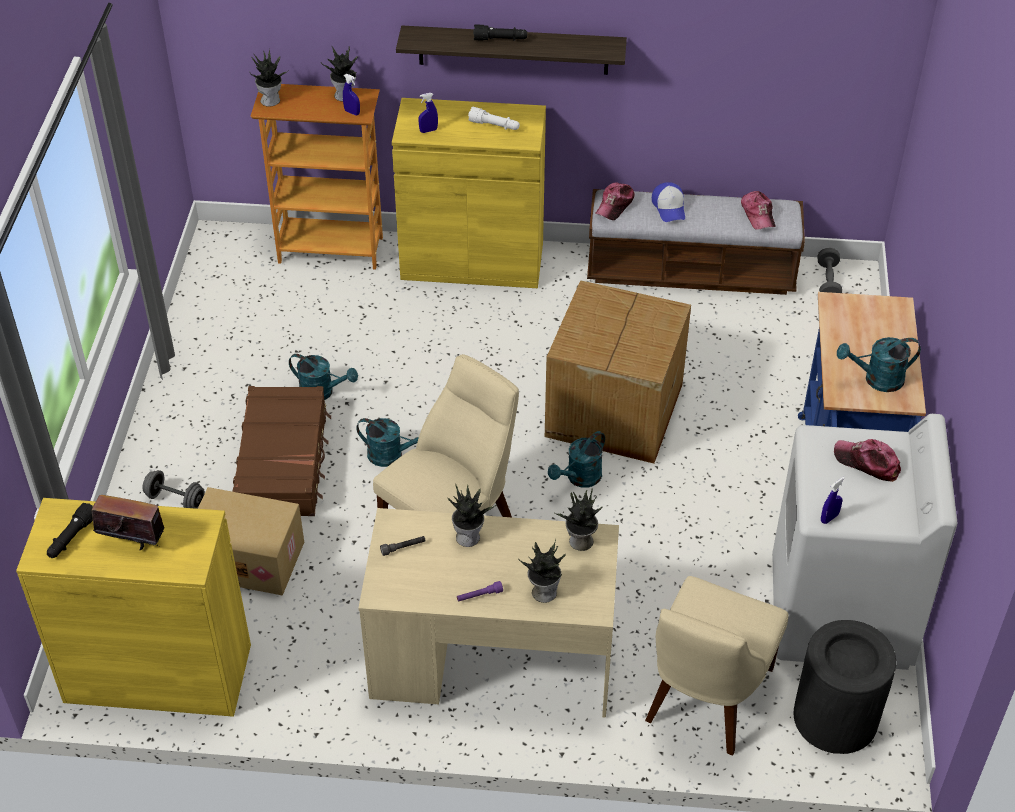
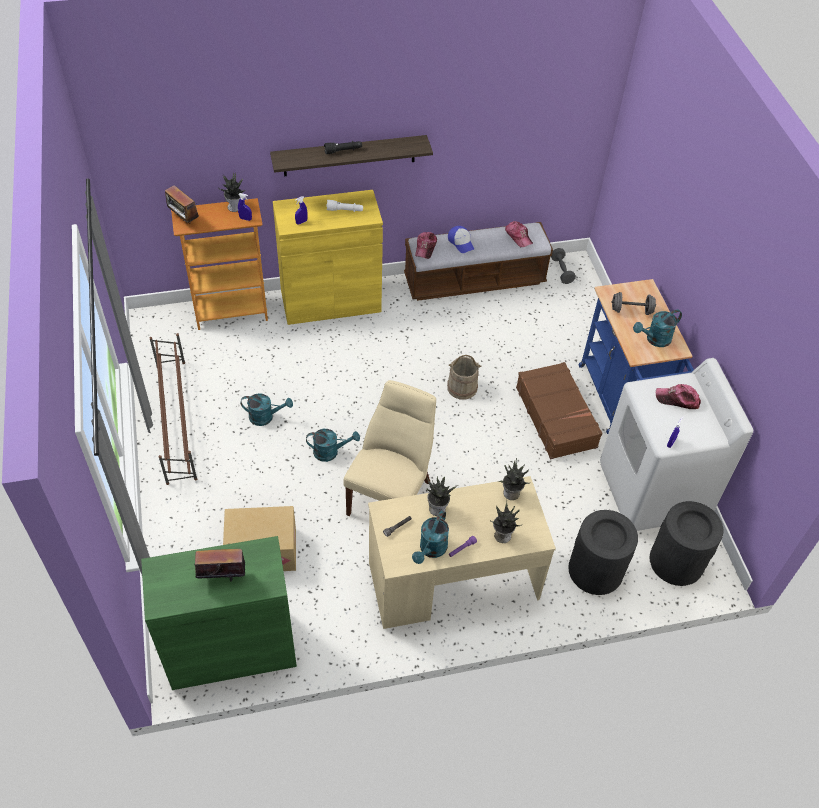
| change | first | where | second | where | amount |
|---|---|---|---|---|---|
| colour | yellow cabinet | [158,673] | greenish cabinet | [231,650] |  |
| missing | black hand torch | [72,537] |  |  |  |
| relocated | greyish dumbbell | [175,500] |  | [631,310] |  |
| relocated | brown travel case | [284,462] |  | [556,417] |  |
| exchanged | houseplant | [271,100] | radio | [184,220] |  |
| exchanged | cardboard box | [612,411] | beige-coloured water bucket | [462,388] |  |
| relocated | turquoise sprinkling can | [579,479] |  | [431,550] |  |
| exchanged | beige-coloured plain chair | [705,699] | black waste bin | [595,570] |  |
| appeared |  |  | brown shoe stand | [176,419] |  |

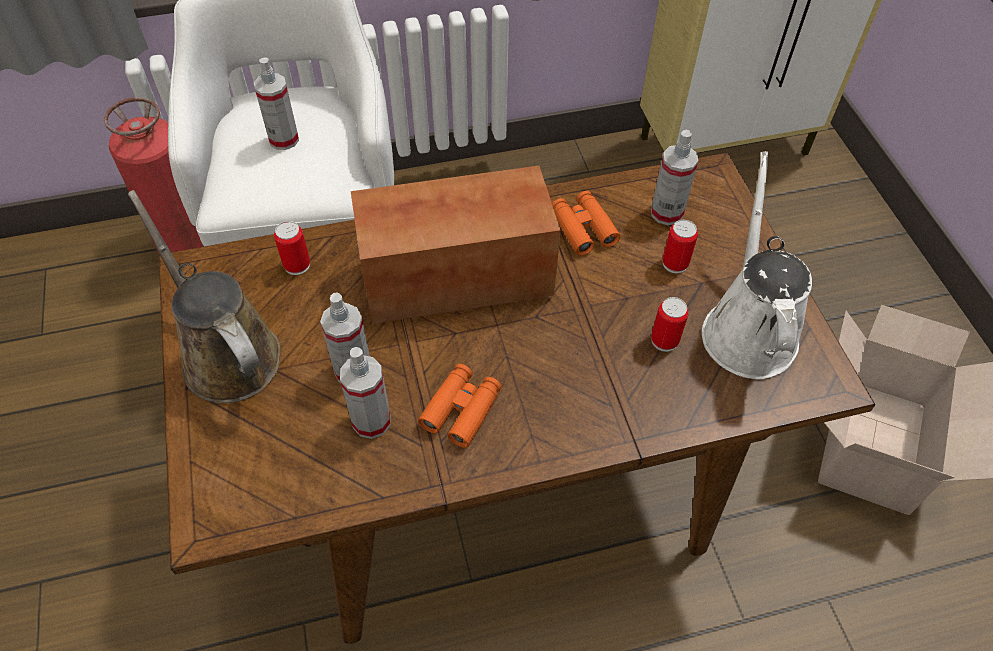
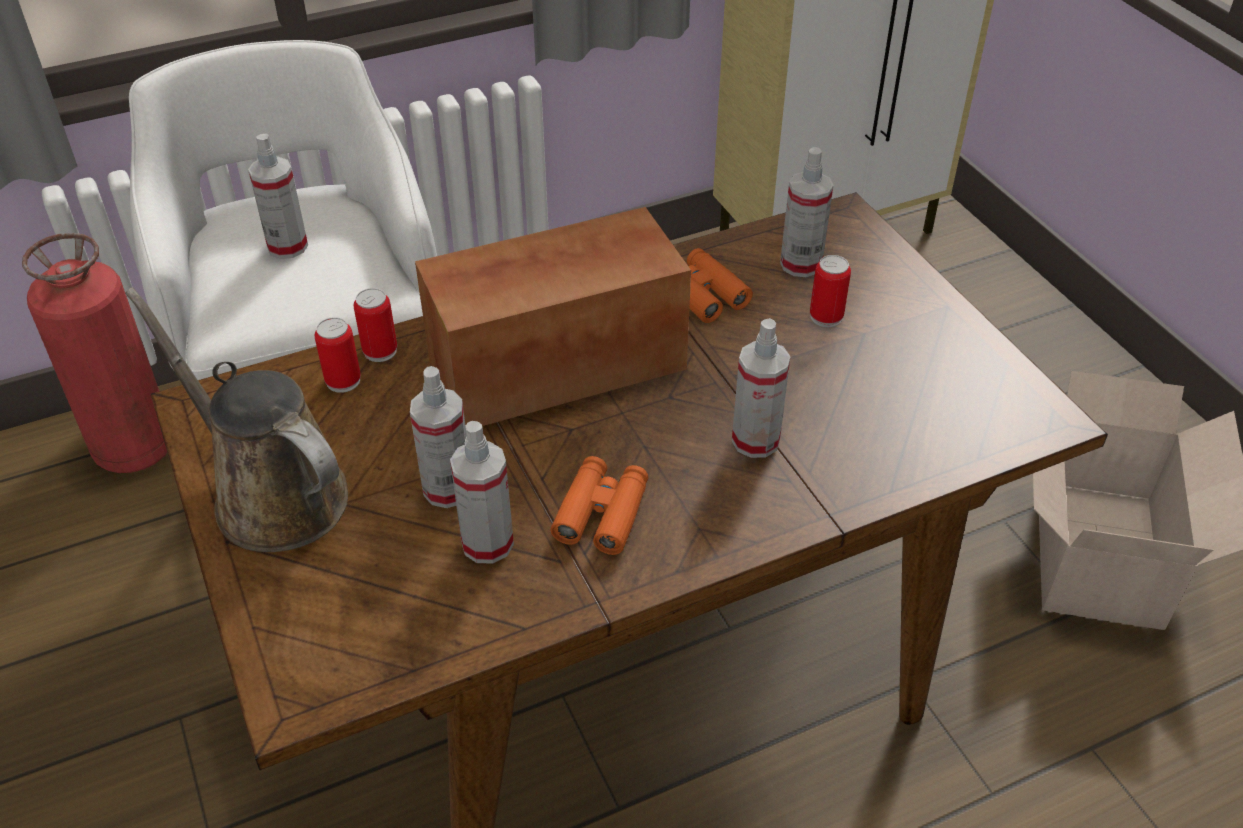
| change | first | where | second | where | amount |
|---|---|---|---|---|---|
| relocated | can | [664,340] |  | [380,351] |  |
| missing | whitish sprinkling can | [747,328] |  |  |  |
| appeared |  |  | hand sprayer | [755,440] |  |

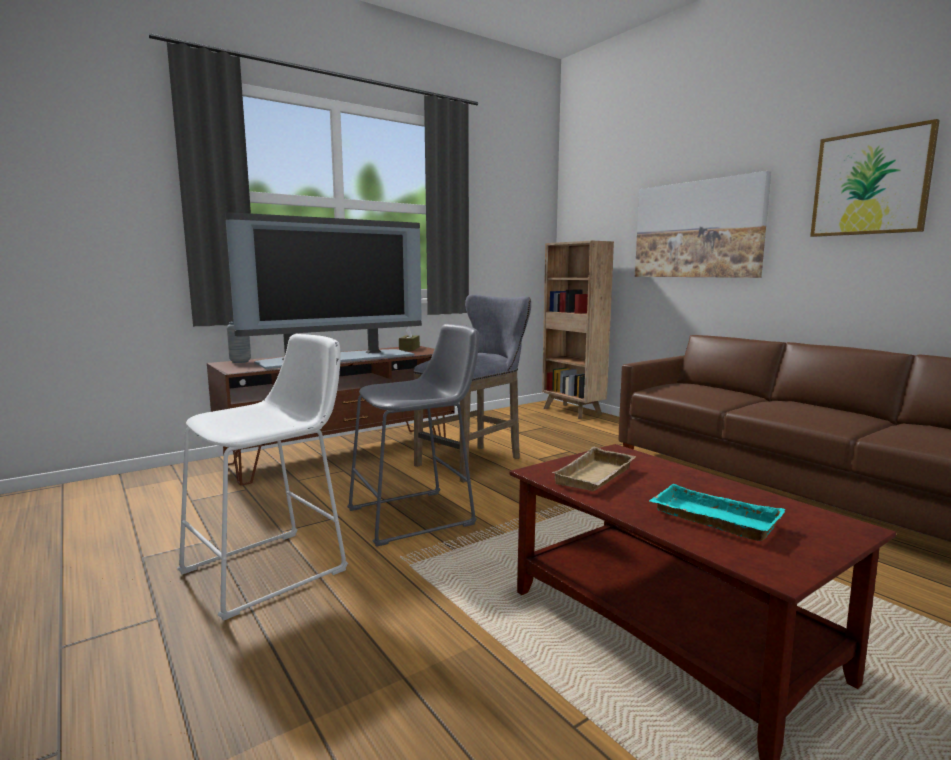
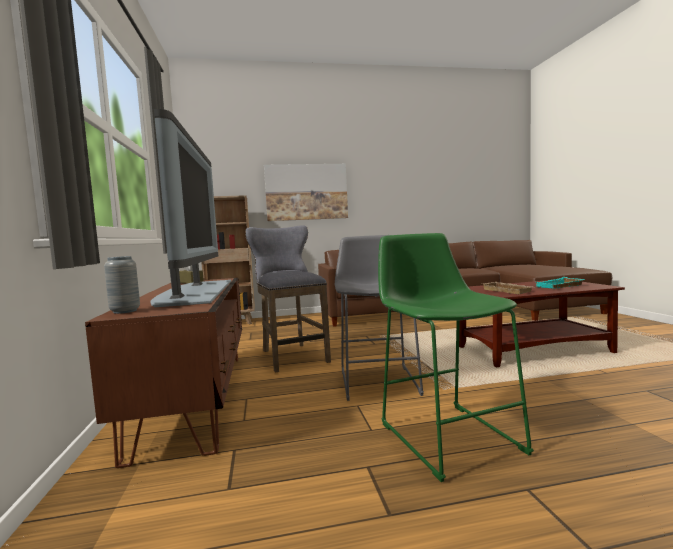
| change | first | where | second | where | amount |
|---|---|---|---|---|---|
| colour | whitish stool seat | [273,569] | greenish stool seat | [446,434] |  |
| missing | wall picture | [870,183] |  |  |  |

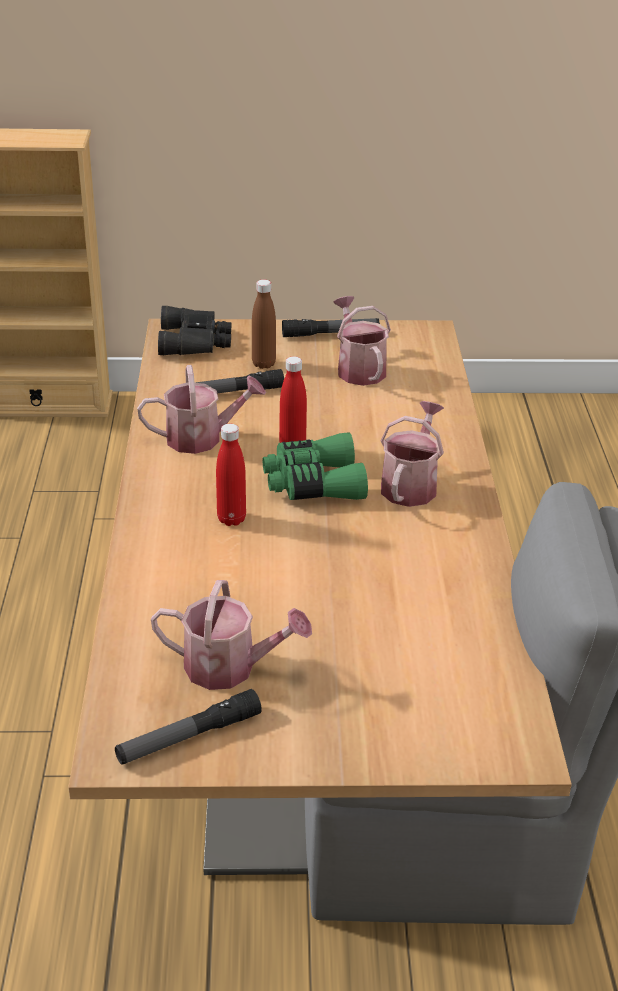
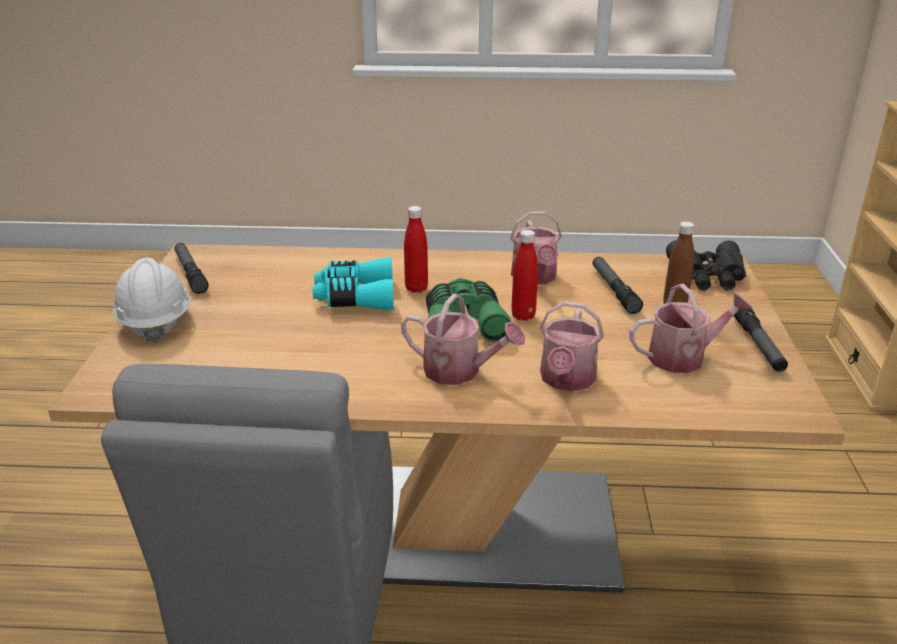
| change | first | where | second | where | amount |
|---|---|---|---|---|---|
| relocated | sprinkling can | [230,667] |  | [566,380] |  |
| appeared |  |  | whitish hard hat | [155,321] |  |
| appeared |  |  | turquoise binoculars | [355,297] |  |

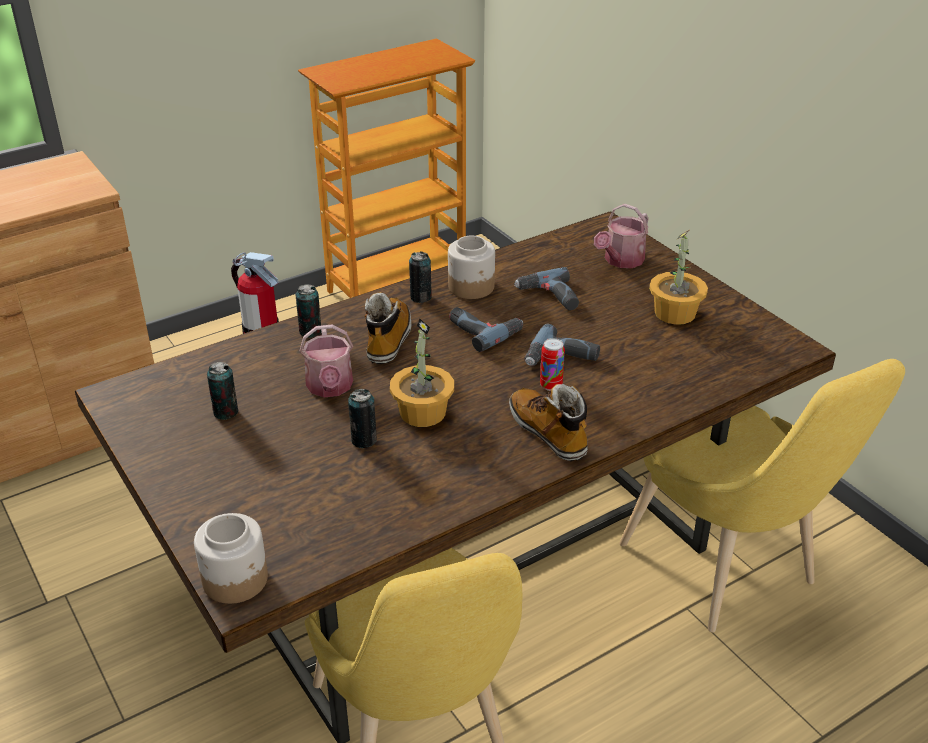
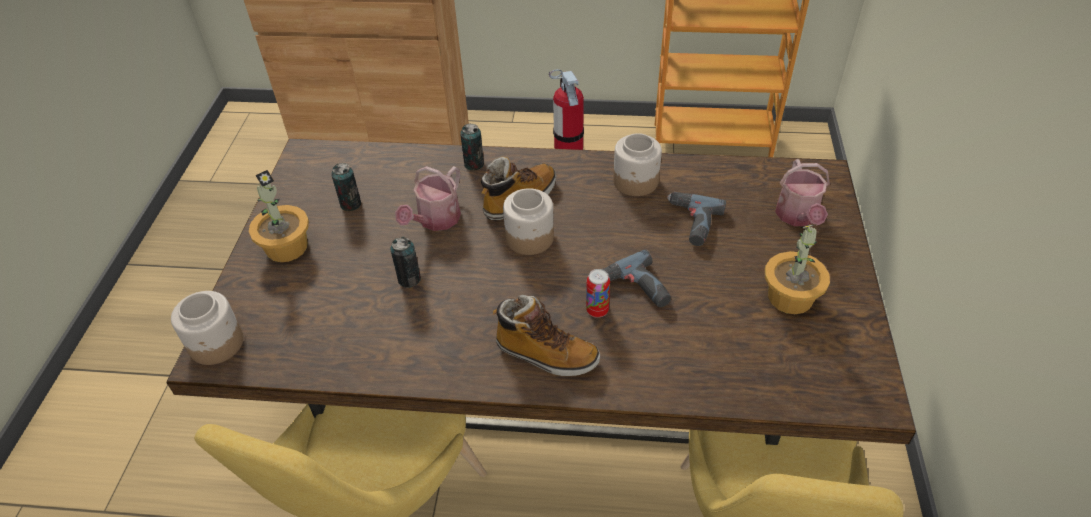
| change | first | where | second | where | amount |
|---|---|---|---|---|---|
| relocated | houseplant | [422,412] |  | [286,247] |  |
| missing | can | [421,297] |  |  |  |
| missing | power drill | [484,330] |  |  |  |
| spun | high-top boot | [548,433] |  | [546,354] | 105 degrees clockwise |
| spun | sprinkling can | [621,261] |  | [798,217] | 75 degrees counterclockwise |
| appeared |  |  | preserve jar | [529,238] |  |

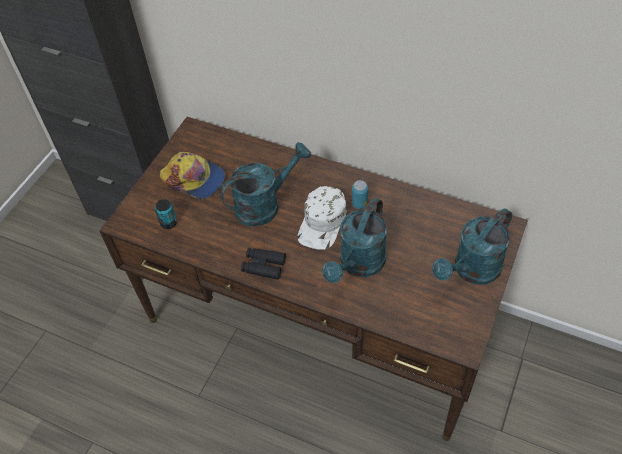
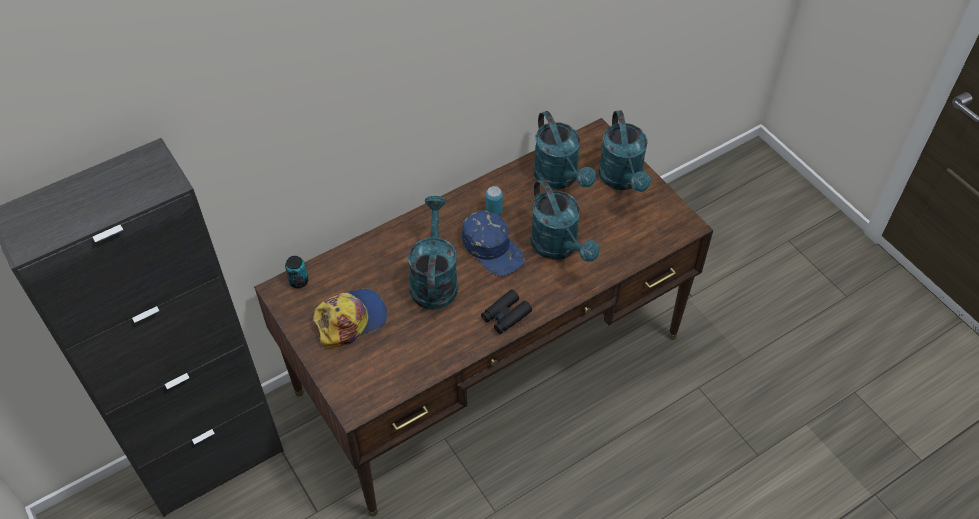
| change | first | where | second | where | amount |
|---|---|---|---|---|---|
| relocated | can | [168,223] |  | [299,281] |  |
| colour | whitish baseball cap | [323,223] | bluish baseball cap | [493,248] |  |
| appeared |  |  | turquoise sprinkling can | [560,178] |  |

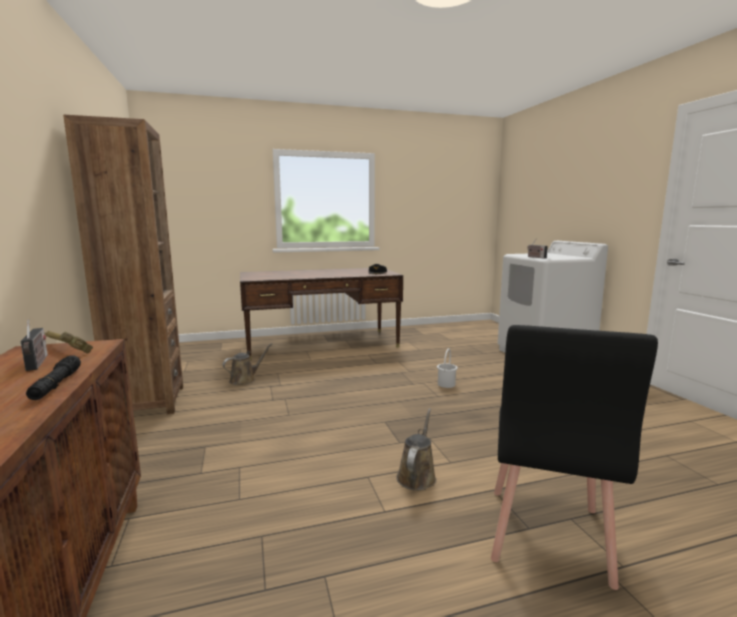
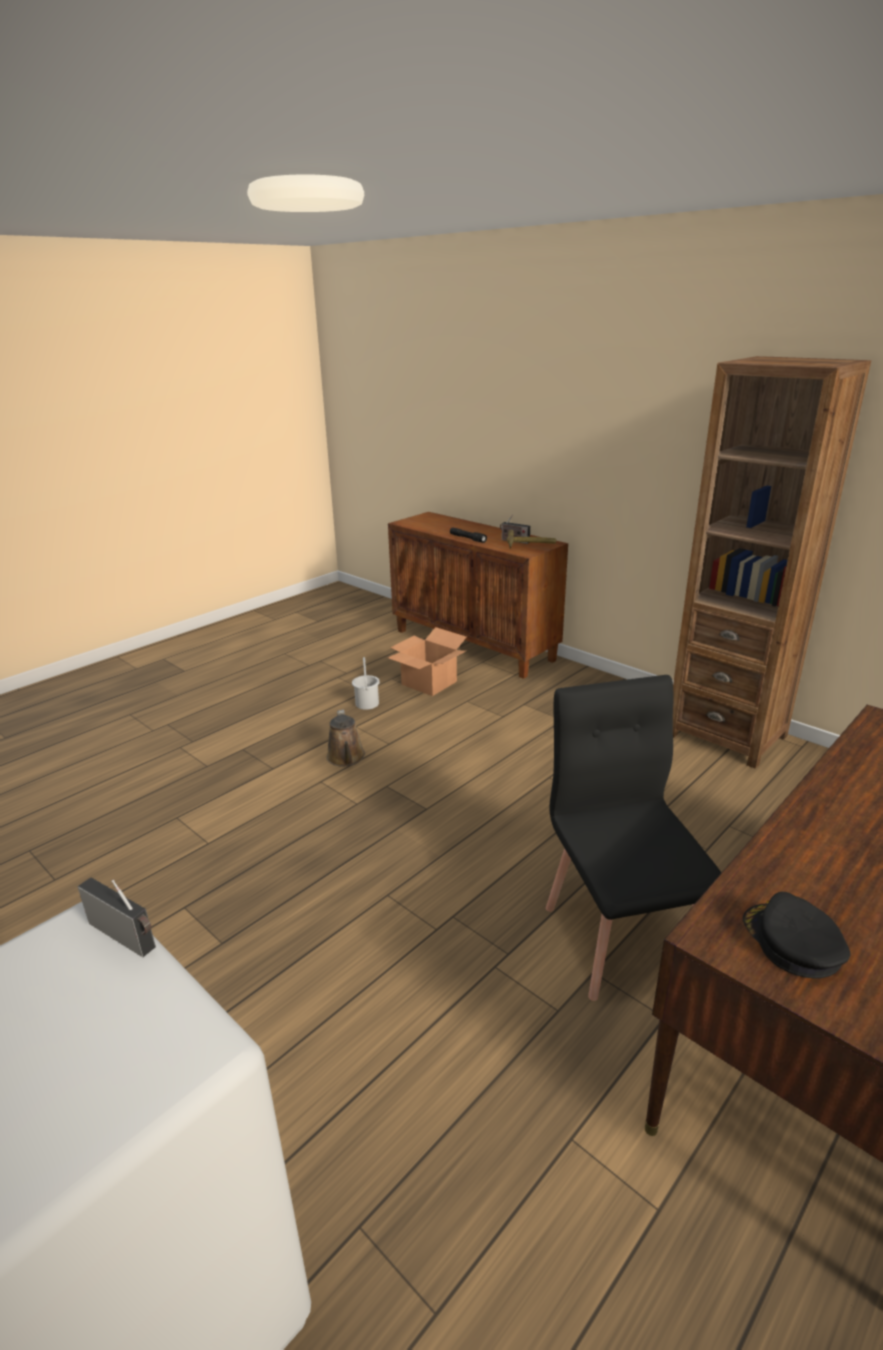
| change | first | where | second | where | amount |
|---|---|---|---|---|---|
| missing | brown sprinkling can | [245,379] |  |  |  |
| relocated | whitish water bucket | [446,384] |  | [366,704] |  |
| relocated | black plain chair | [545,534] |  | [622,938] |  |
| appeared |  |  | cardboard box | [430,683] |  |

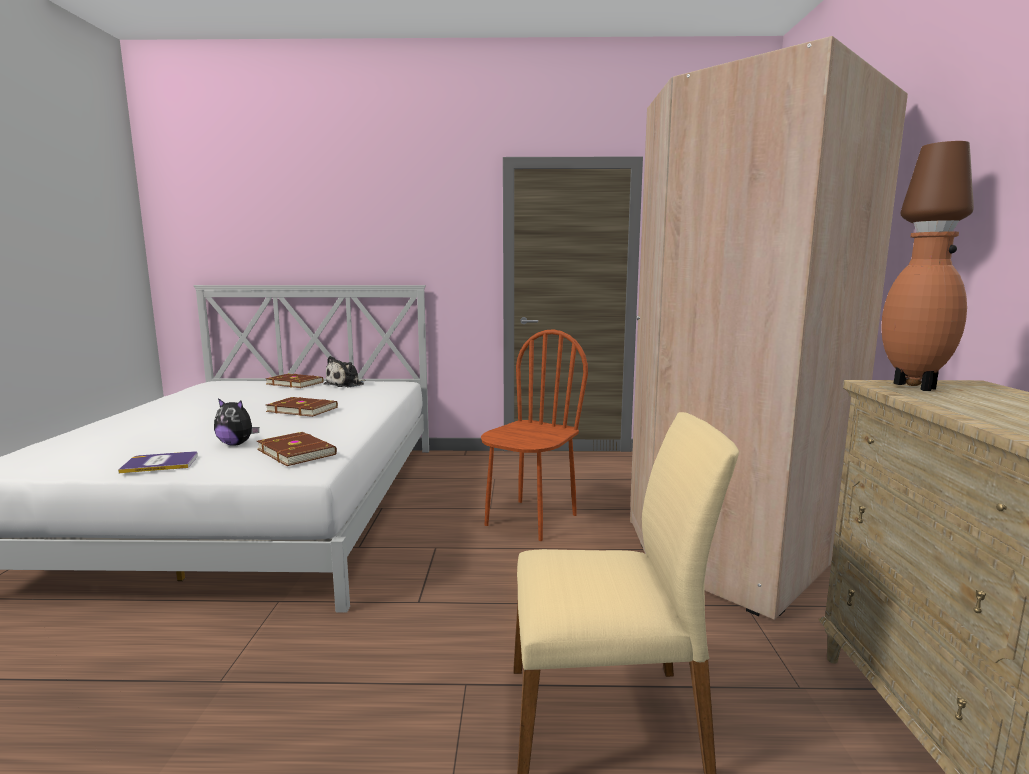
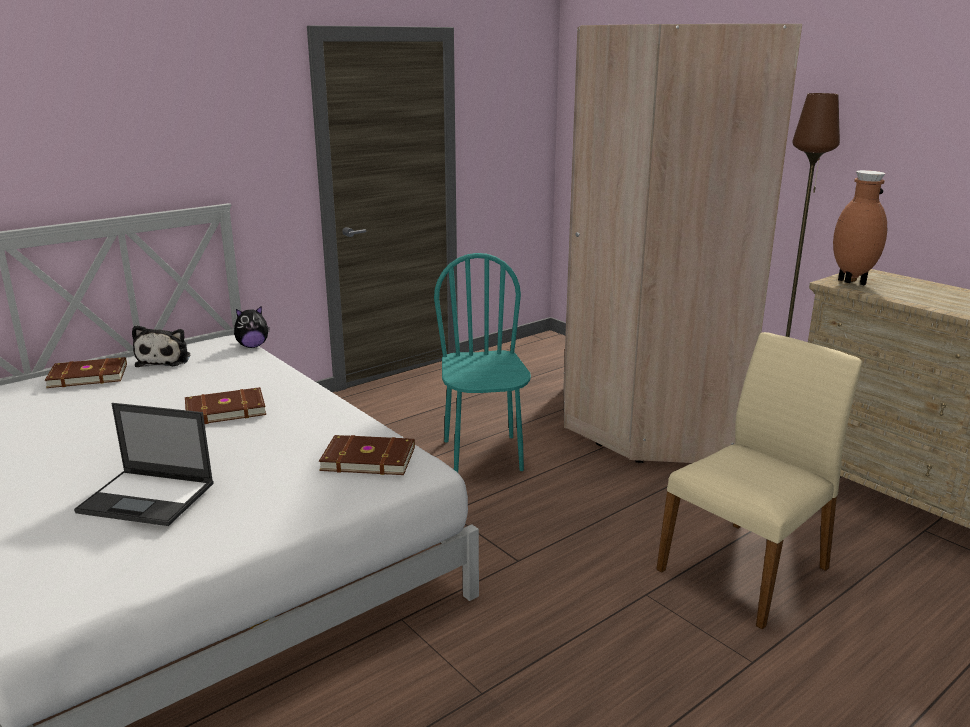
| change | first | where | second | where | amount |
|---|---|---|---|---|---|
| missing | bound book | [160,463] |  |  |  |
| relocated | plush toy | [237,444] |  | [252,346] |  |
| colour | brown plain chair | [530,520] | turquoise plain chair | [483,455] |  |
| appeared |  |  | portable computer | [148,498] |  |

